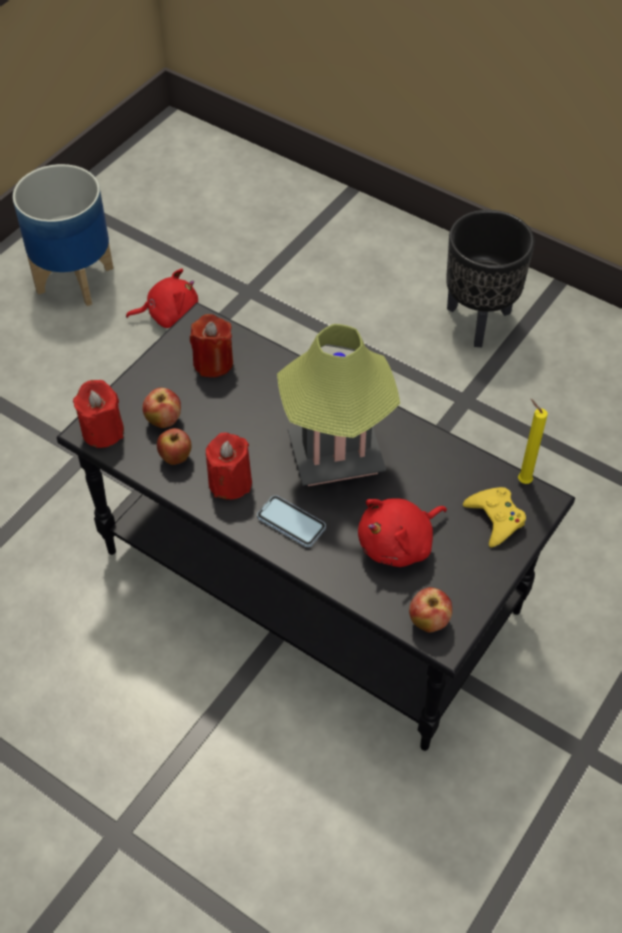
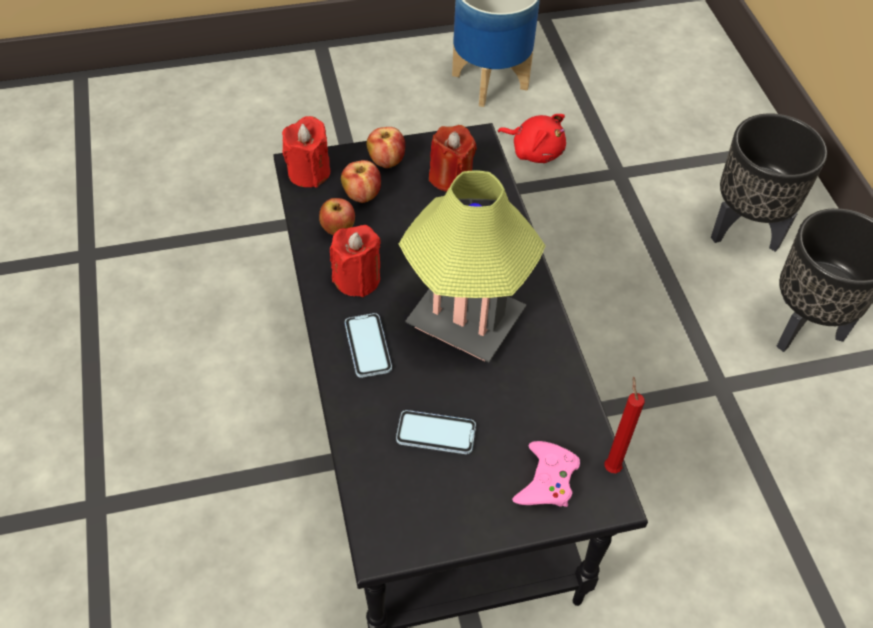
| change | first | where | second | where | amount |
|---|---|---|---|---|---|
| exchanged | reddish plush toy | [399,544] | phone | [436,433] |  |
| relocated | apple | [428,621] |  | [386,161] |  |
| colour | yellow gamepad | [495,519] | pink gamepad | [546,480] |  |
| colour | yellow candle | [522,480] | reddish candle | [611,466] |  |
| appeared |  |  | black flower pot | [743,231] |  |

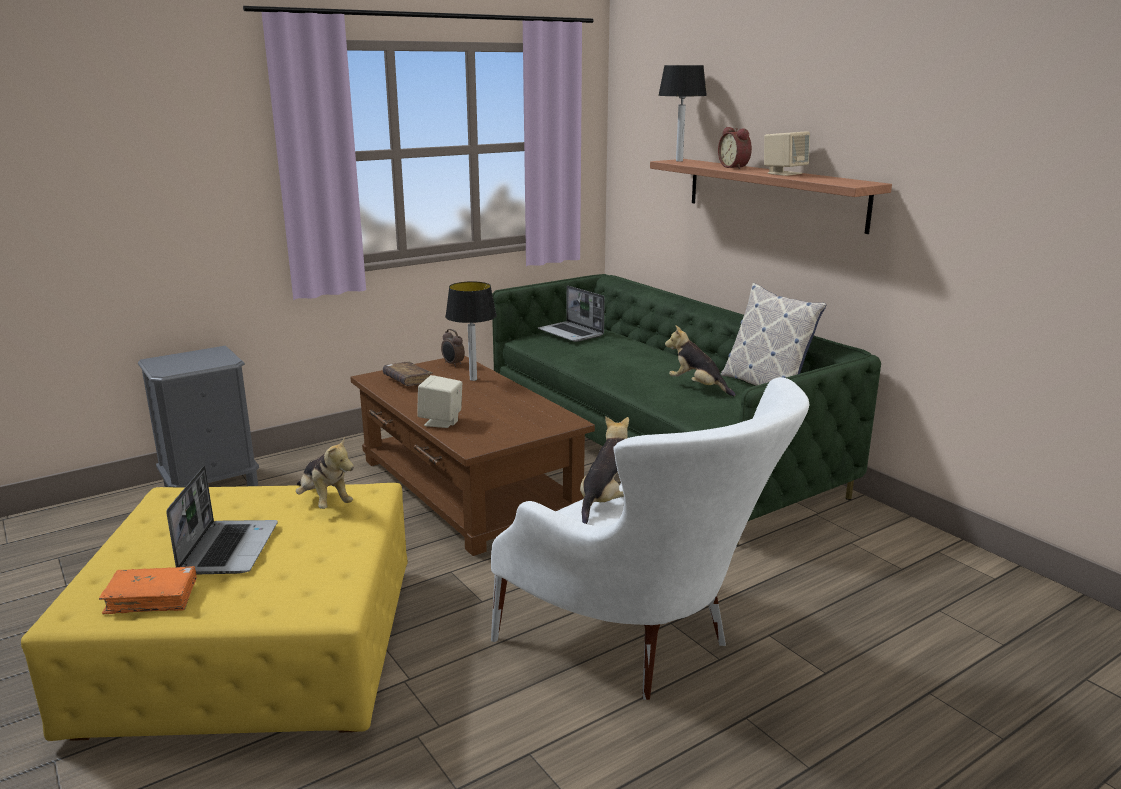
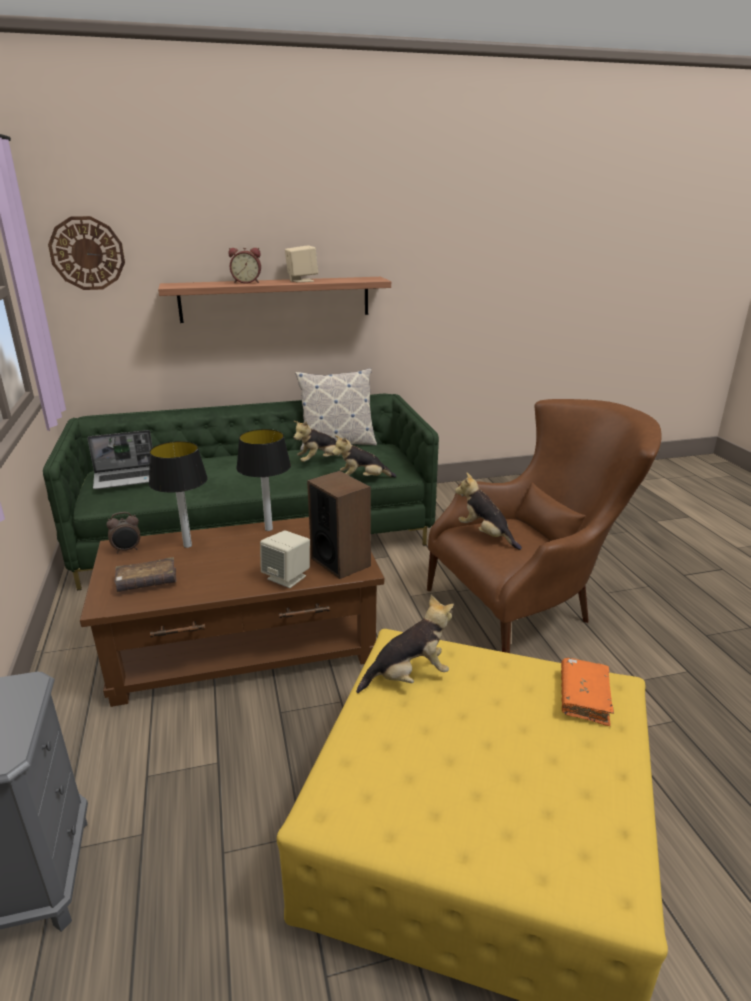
| change | first | where | second | where | amount |
|---|---|---|---|---|---|
| relocated | orange-coloured bound book | [152,598] |  | [584,697] |  |
| missing | portable computer | [228,548] |  |  |  |
| colour | whitish armchair | [644,645] | brown armchair | [530,608] |  |
| relocated | table lamp | [679,161] |  | [268,529] |  |
| appeared |  |  | wall clock | [87,253] |  |
| appeared |  |  | audio speaker | [340,562] |  |
| appeared |  |  | plush toy | [362,480] |  |

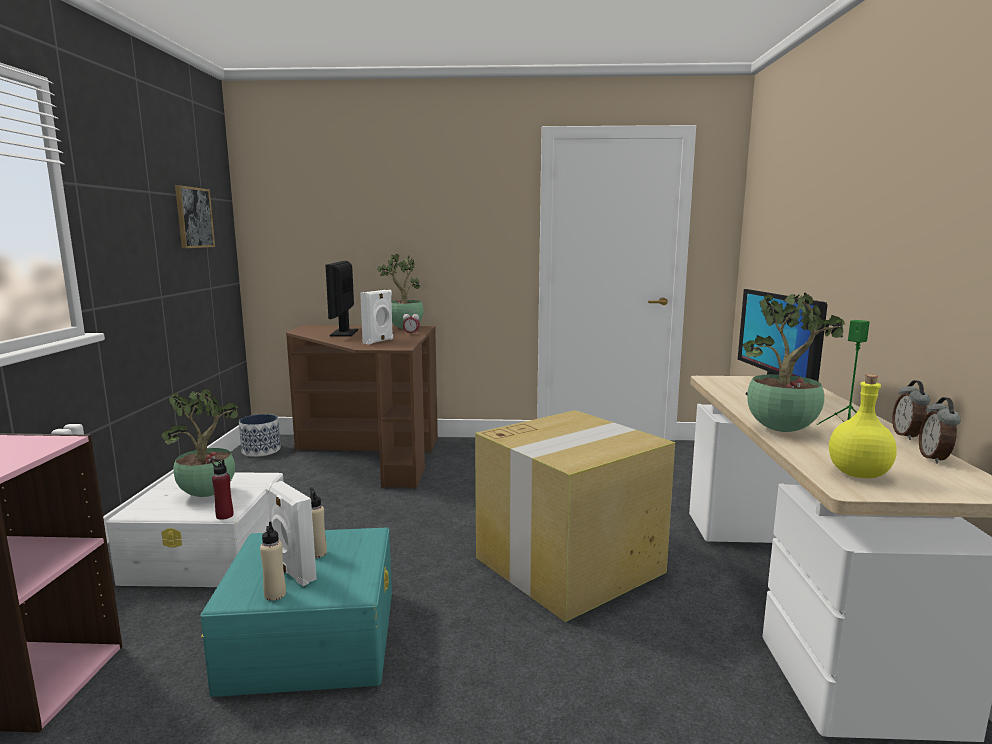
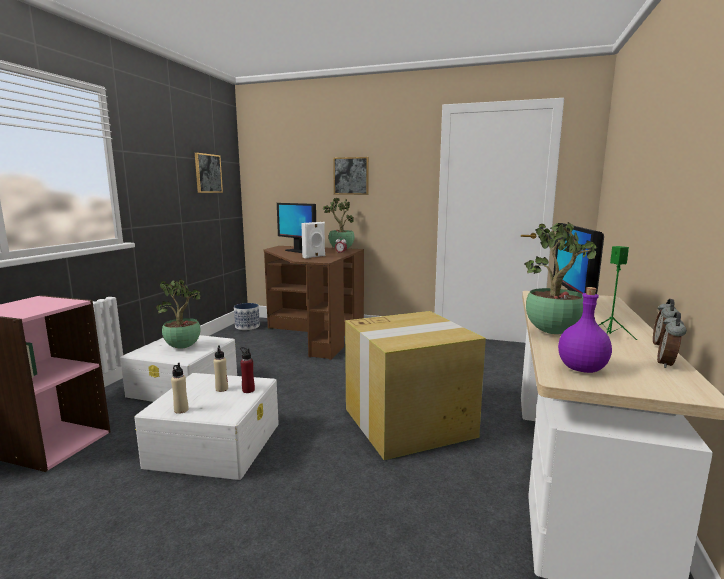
| change | first | where | second | where | amount |
|---|---|---|---|---|---|
| colour | turquoise storage container | [312,637] | whitish storage container | [216,443] |  |
| relocated | reddish beverage bottle | [224,515] |  | [248,390] |  |
| missing | whitish audio speaker | [292,572] |  |  |  |
| spun | monitor | [344,333] |  | [298,251] | 60 degrees counterclockwise |
| colour | yellow beverage bottle | [858,474] | purplish beverage bottle | [582,368] |  |
| appeared |  |  | wall picture | [351,176] |  |

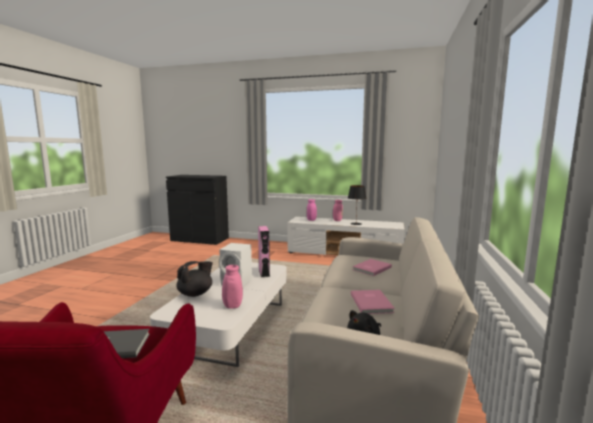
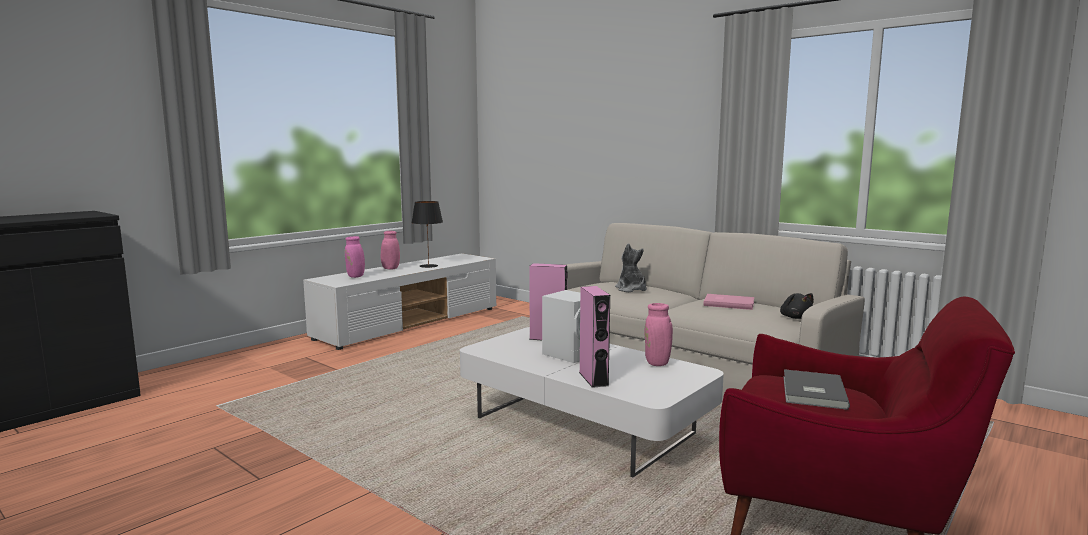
| change | first | where | second | where | amount |
|---|---|---|---|---|---|
| exchanged | black pot for tea | [196,294] | pink audio speaker | [593,379] |  |
| exchanged | pink bound book | [370,268] | plush toy | [631,289] |  |

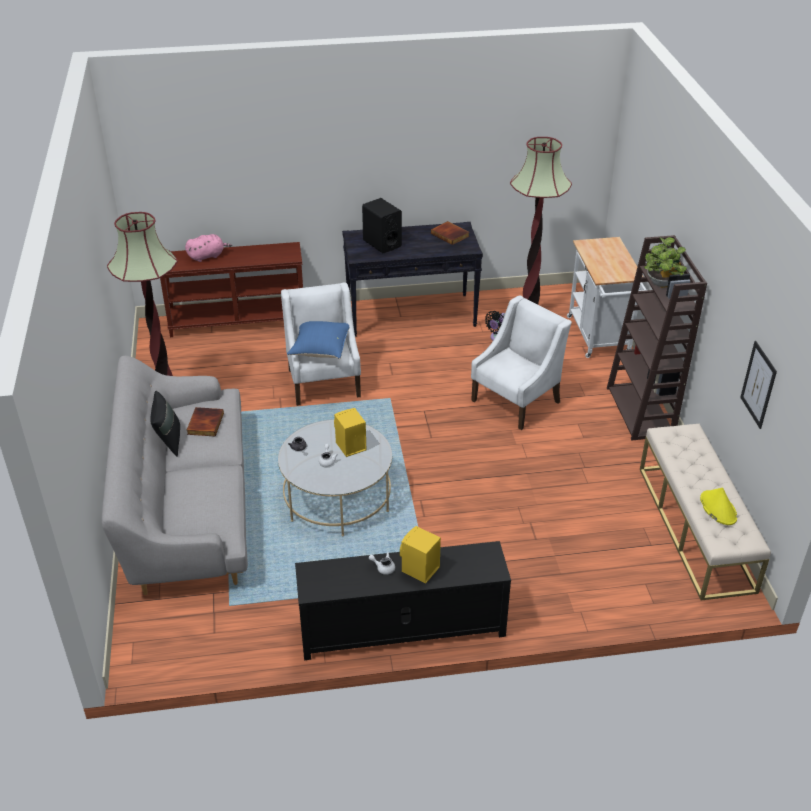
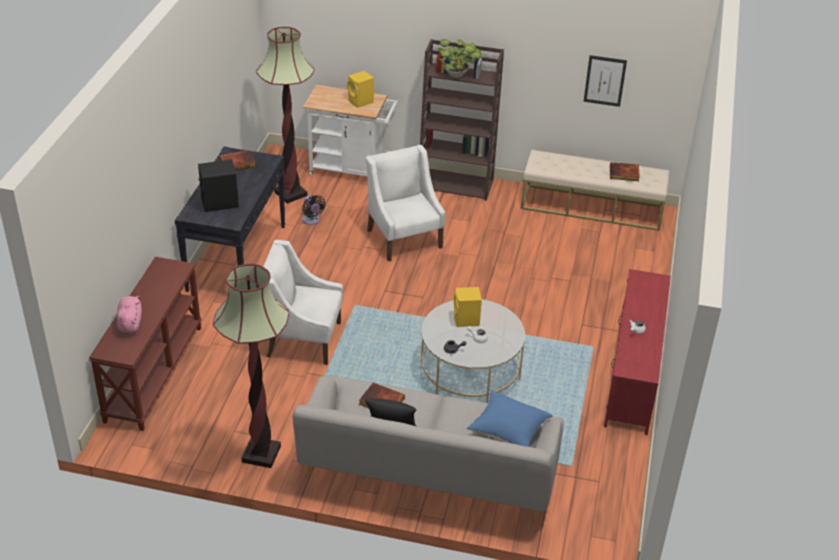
| change | first | where | second | where | amount |
|---|---|---|---|---|---|
| relocated | bluish pillow | [320,348] |  | [507,431] |  |
| colour | black tv unit | [401,628] | reddish tv unit | [633,374] |  |
| relocated | yellow audio speaker | [419,570] |  | [361,102] |  |
| exchanged | yellow hat | [718,508] | bound book | [623,174] |  |

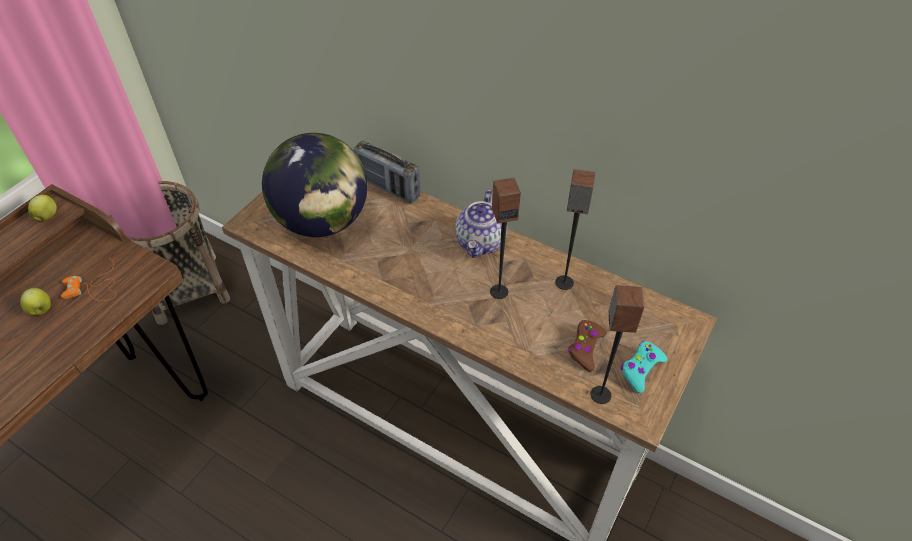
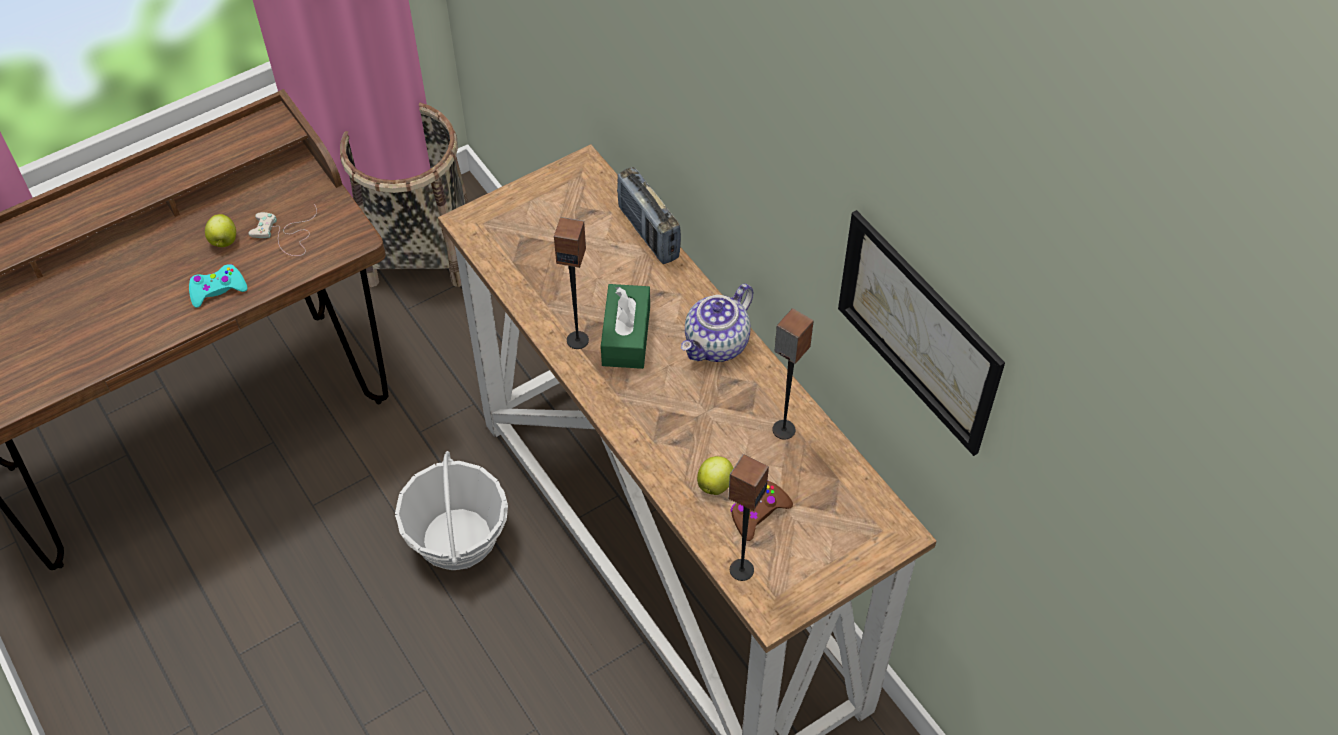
| change | first | where | second | where | amount |
|---|---|---|---|---|---|
| relocated | apple | [47,216] |  | [715,484] |  |
| colour | orange-coloured gamepad | [94,287] | whitish gamepad | [286,234] |  |
| missing | desk globe | [323,222] |  |  |  |
| relocated | audio speaker | [499,291] |  | [577,339] |  |
| relocated | turquoise gamepad | [641,369] |  | [217,290] |  |
| appeared |  |  | household basket | [457,539] |  |
| appeared |  |  | greenish box of tissues | [626,336] |  |
| appeared |  |  | wall picture | [918,332] |  |

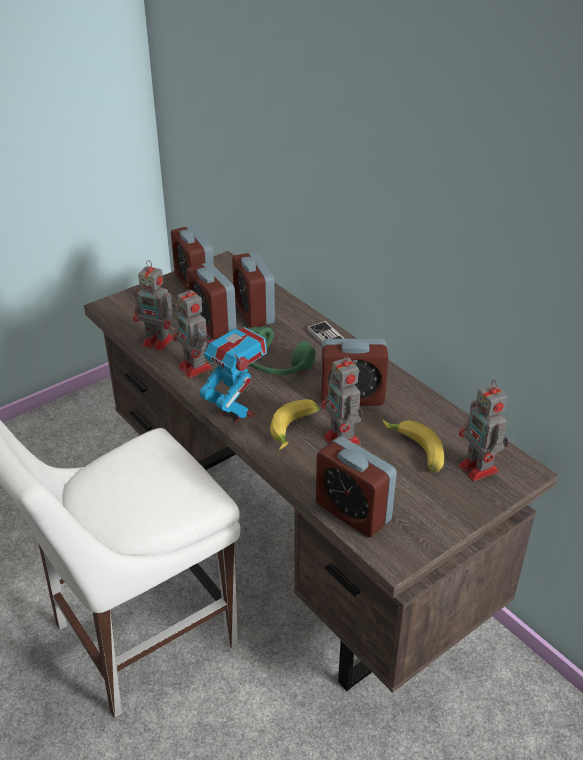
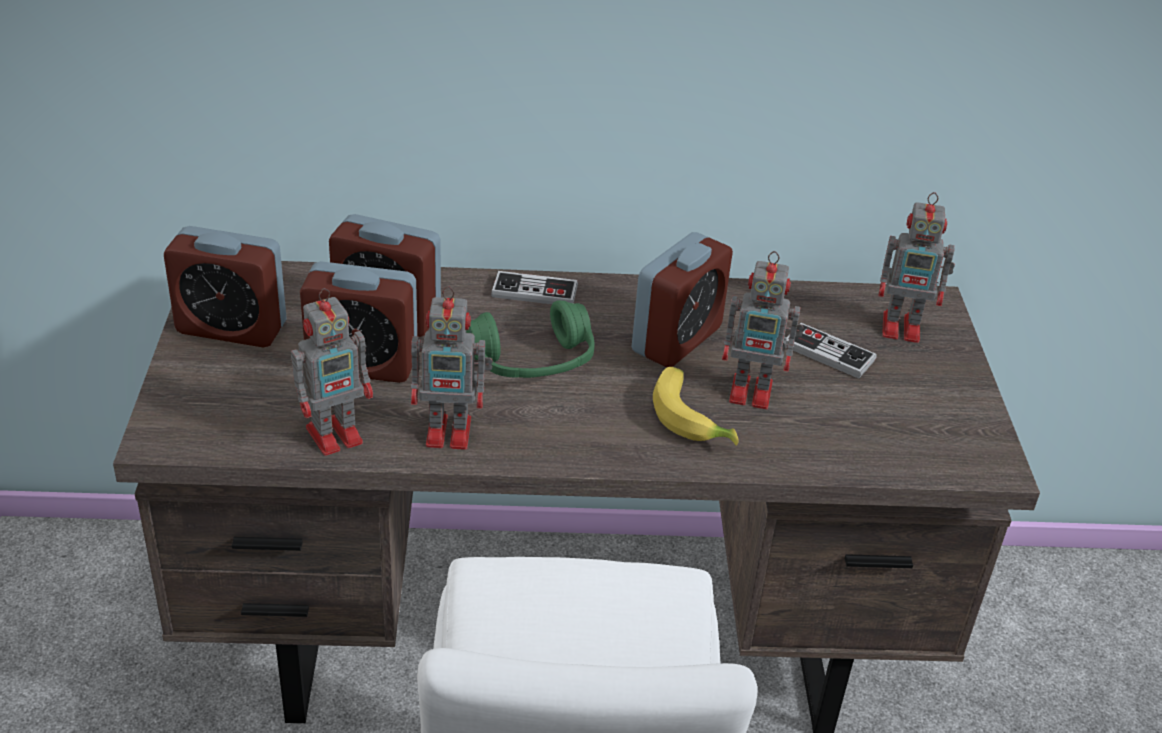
| change | first | where | second | where | amount |
|---|---|---|---|---|---|
| missing | toy robot | [235,414] |  |  |  |
| missing | table clock | [353,512] |  |  |  |
| exchanged | whole banana | [413,452] | gamepad | [828,353] |  |

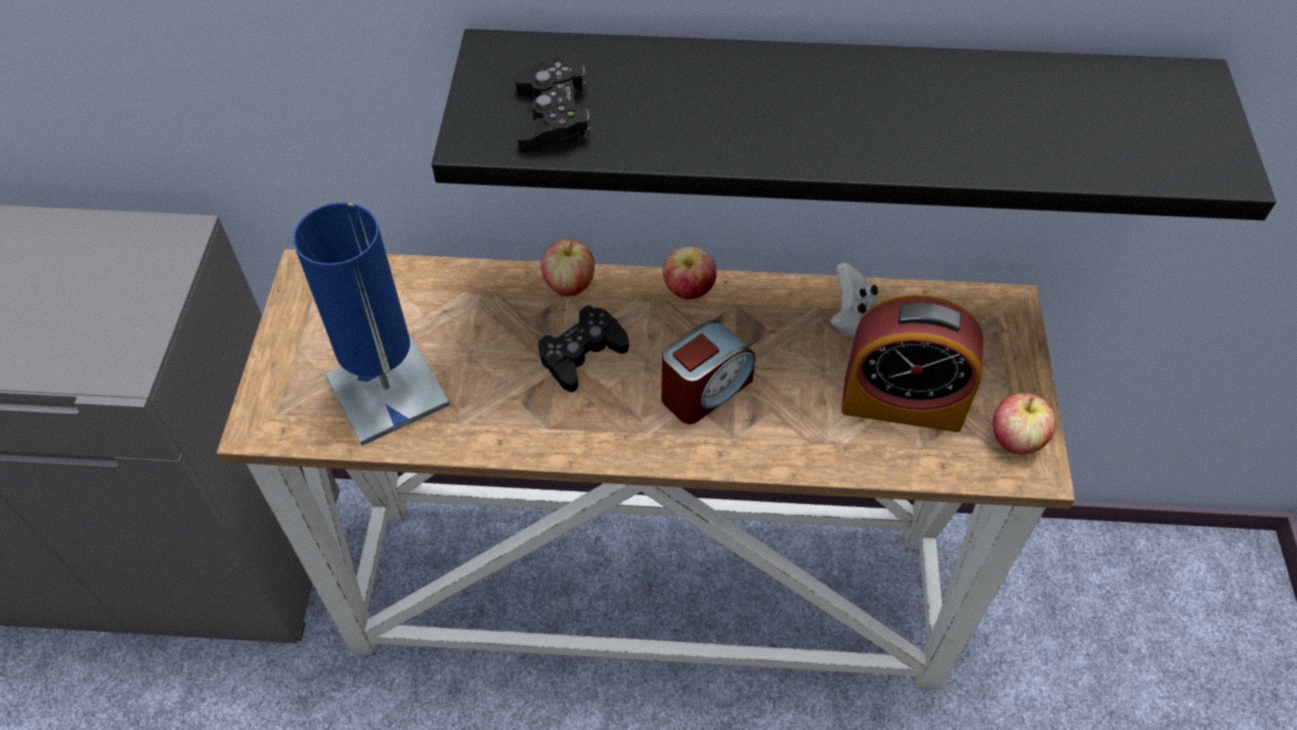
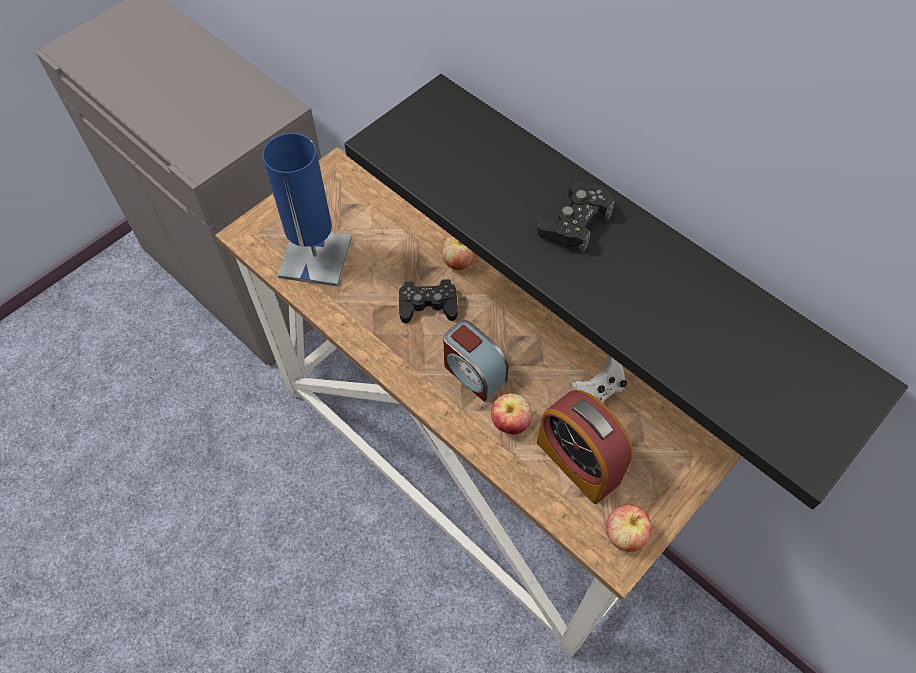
| change | first | where | second | where | amount |
|---|---|---|---|---|---|
| relocated | black gamepad | [553,117] |  | [575,222] |  |
| spun | table clock | [705,390] |  | [473,372] | 45 degrees clockwise |
| relocated | apple | [688,290] |  | [510,423] |  |

